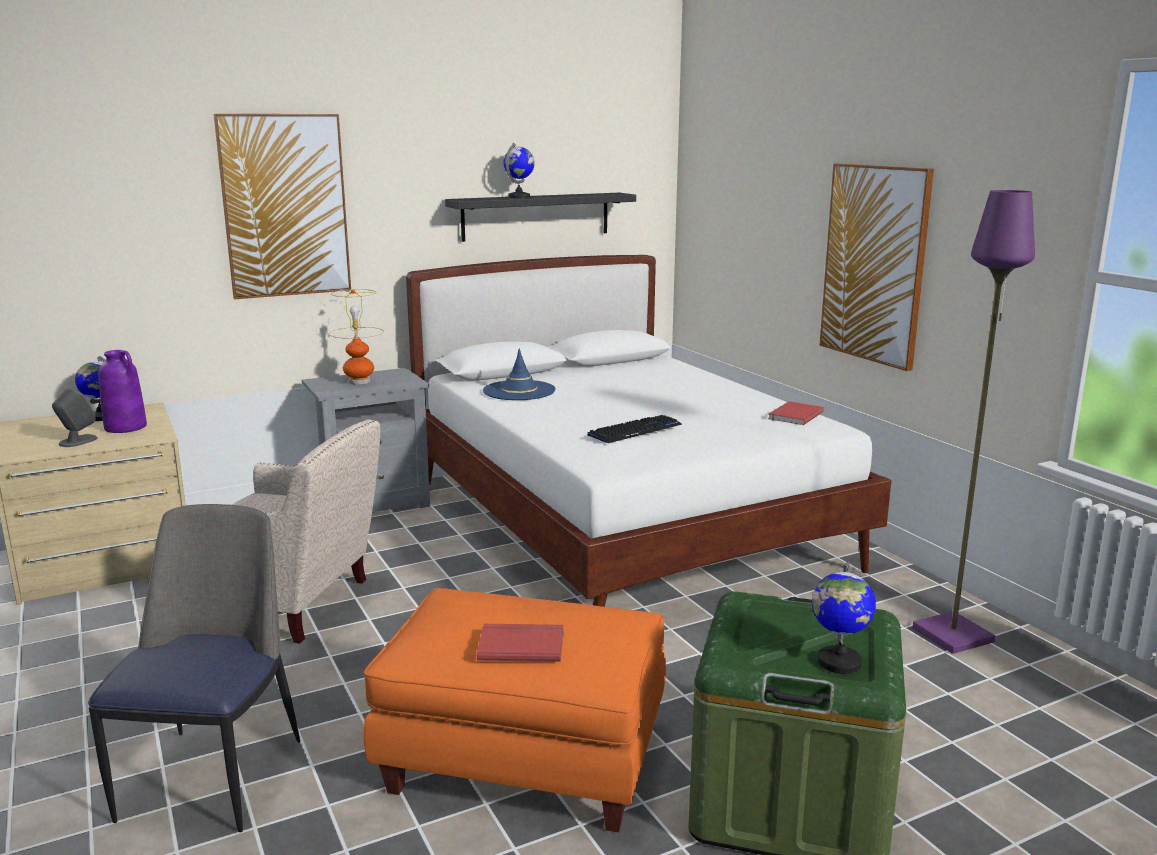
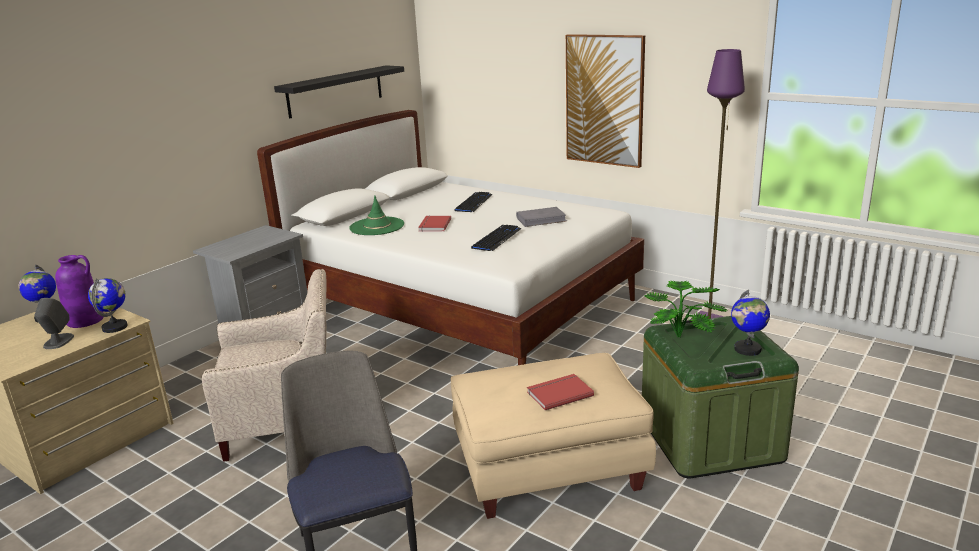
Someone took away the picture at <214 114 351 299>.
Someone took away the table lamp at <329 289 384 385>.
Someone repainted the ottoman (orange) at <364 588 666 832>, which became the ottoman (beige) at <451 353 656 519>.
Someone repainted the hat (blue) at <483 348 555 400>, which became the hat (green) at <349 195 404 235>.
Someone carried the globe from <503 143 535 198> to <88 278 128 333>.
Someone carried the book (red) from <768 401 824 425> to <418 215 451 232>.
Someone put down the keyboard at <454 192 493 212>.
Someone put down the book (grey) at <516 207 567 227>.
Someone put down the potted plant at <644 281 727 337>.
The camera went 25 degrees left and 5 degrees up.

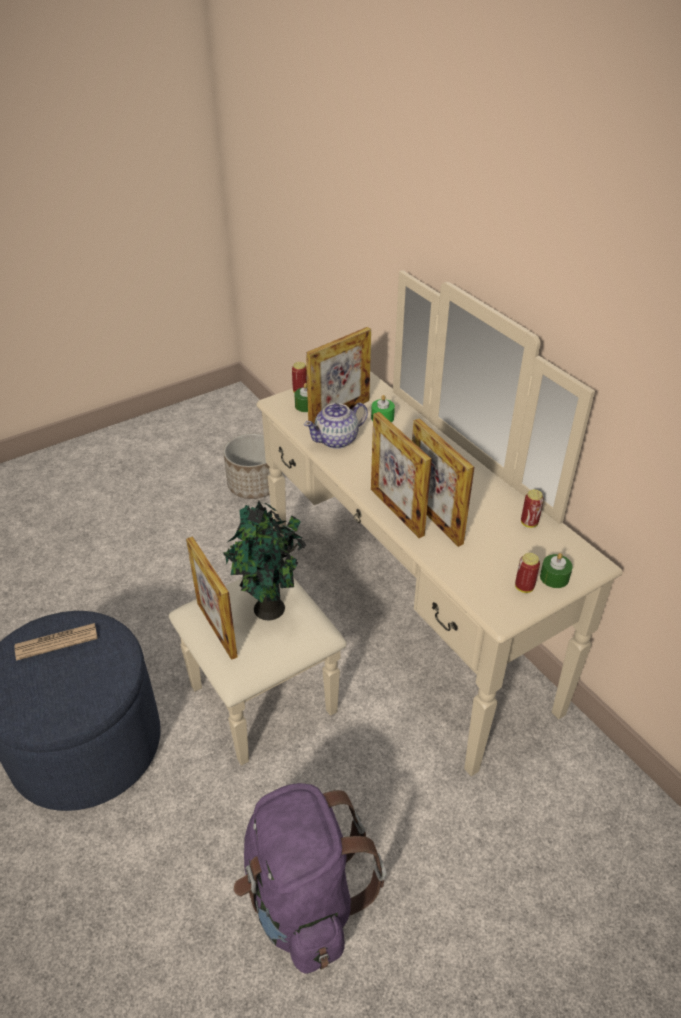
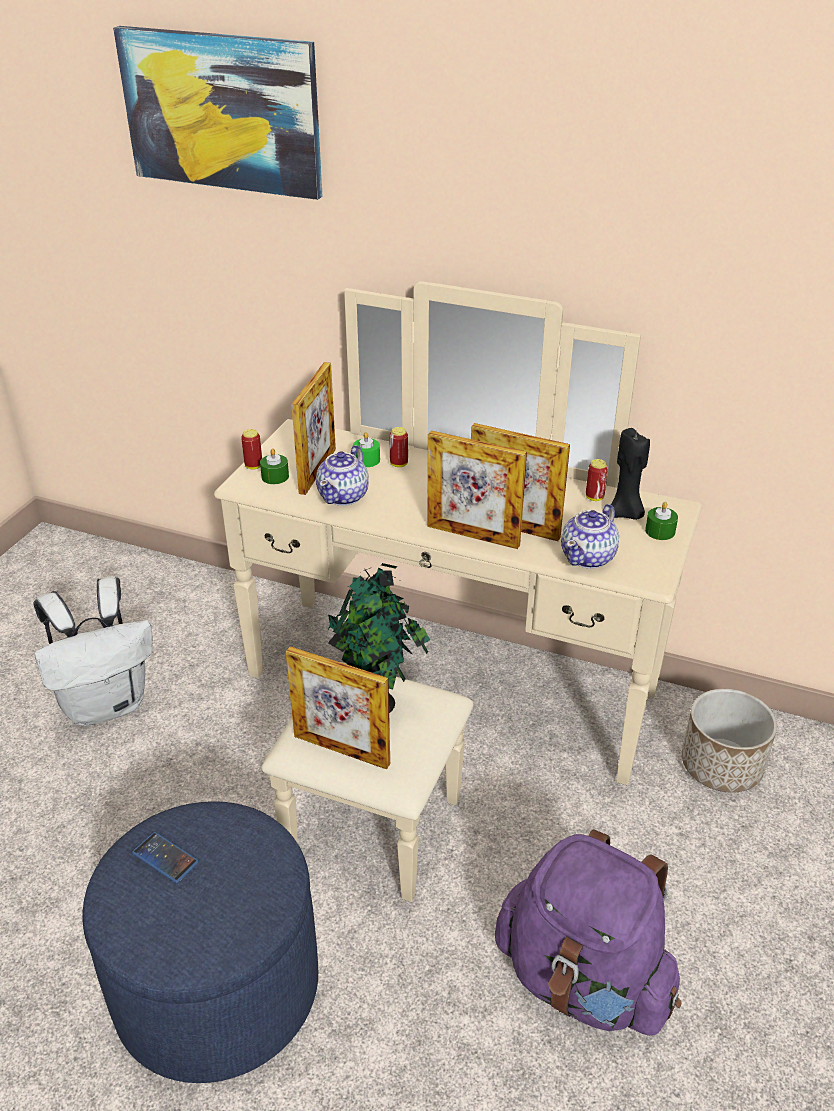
Someone swapped the newspaper at <15 623 98 661> for the phone at <132 832 199 883>.
Someone carried the planter from <223 433 270 499> to <682 689 777 793>.
Someone carried the can from <515 553 540 593> to <389 427 408 467>.
Someone put down the backpack (white) at <34 576 153 726>.
Someone put up the picture at <113 26 323 200>.
Someone put down the teapot at <561 504 619 569>.
Someone put down the candle (black) at <608 428 650 520>.
The camera went 35 degrees left and 5 degrees down.

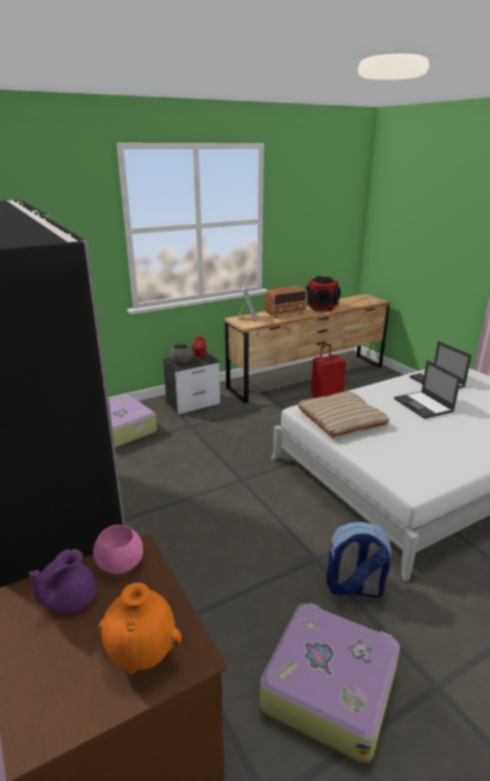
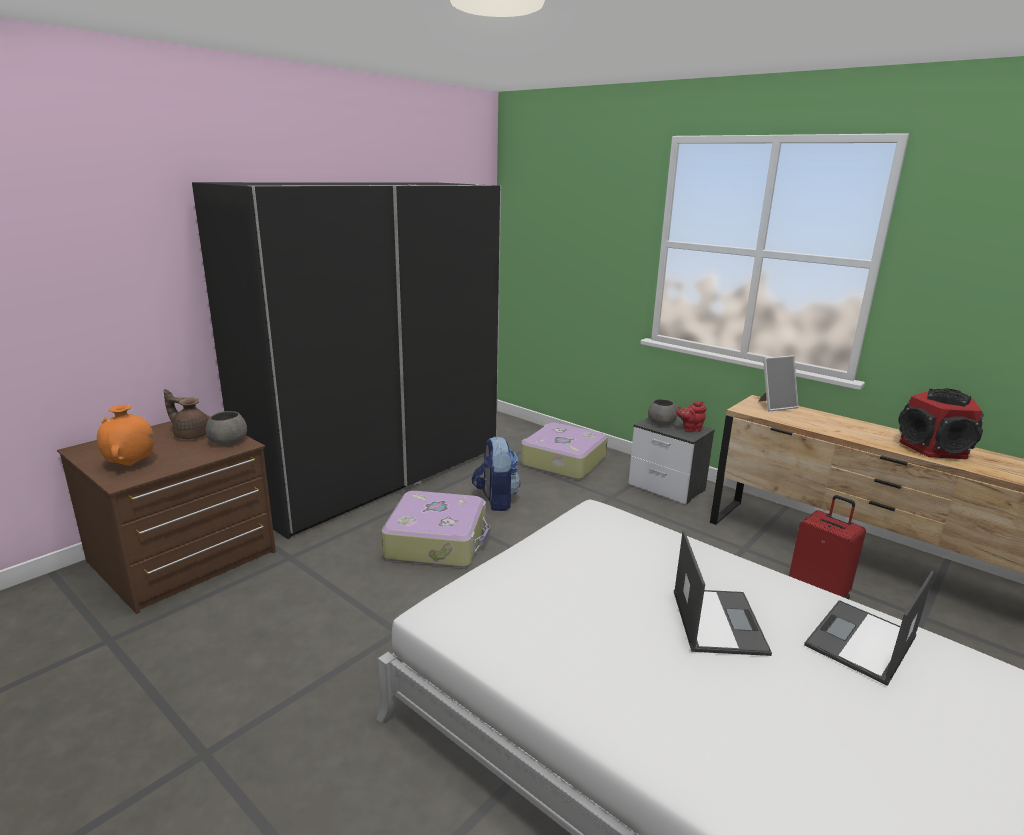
Someone repainted the teapot (purple) at <29 549 96 613>, which became the teapot (brown) at <164 389 208 439>.
Someone repainted the bowl (pink) at <93 525 143 574>, which became the bowl (grey) at <206 411 247 446>.
Someone carried the suitcase from <260 603 400 763> to <381 491 490 567>.
Someone took away the radio at <265 286 307 318>.
Someone took away the pillow (beige) at <298 391 389 438>.
Someone carried the backpack from <326 522 391 598> to <472 436 520 511>.
Someone rotated the laptop at <394 360 461 419> by 135 degrees clockwise.
The camera went 70 degrees right and 5 degrees down.

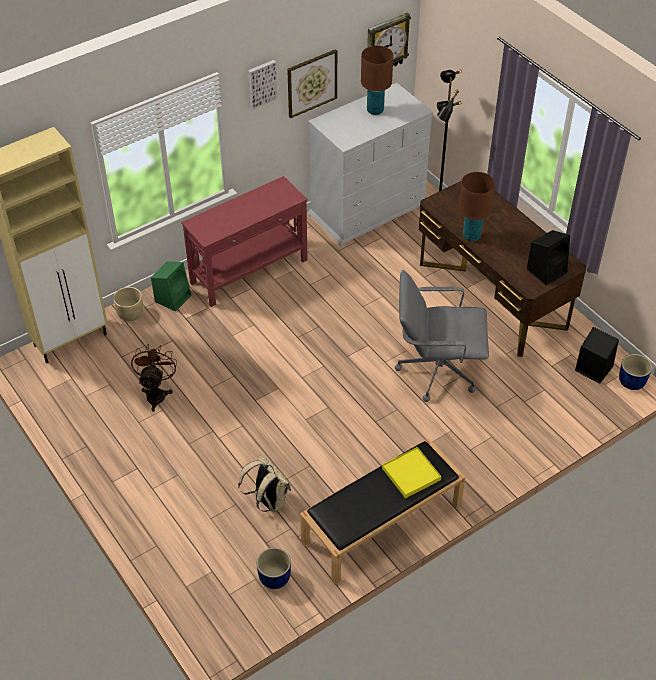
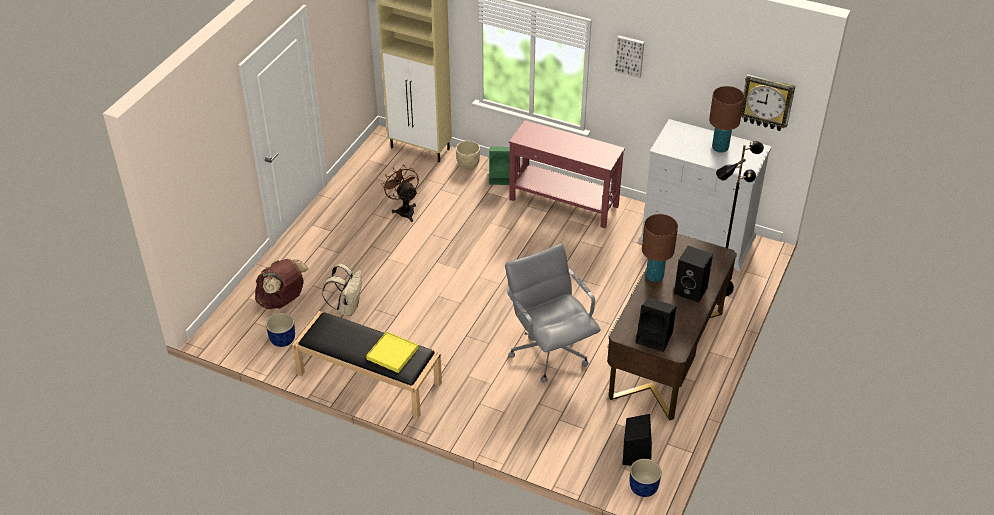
Someone rotated the fan (brown) at <131 344 177 412> by 90 degrees counterclockwise.
Someone took away the picture at <287 49 337 118>.
Someone put down the backpack (brown) at <255 259 308 309>.
Someone put down the speaker (black) at <674 246 713 303>.
The camera went 60 degrees right and 5 degrees down.

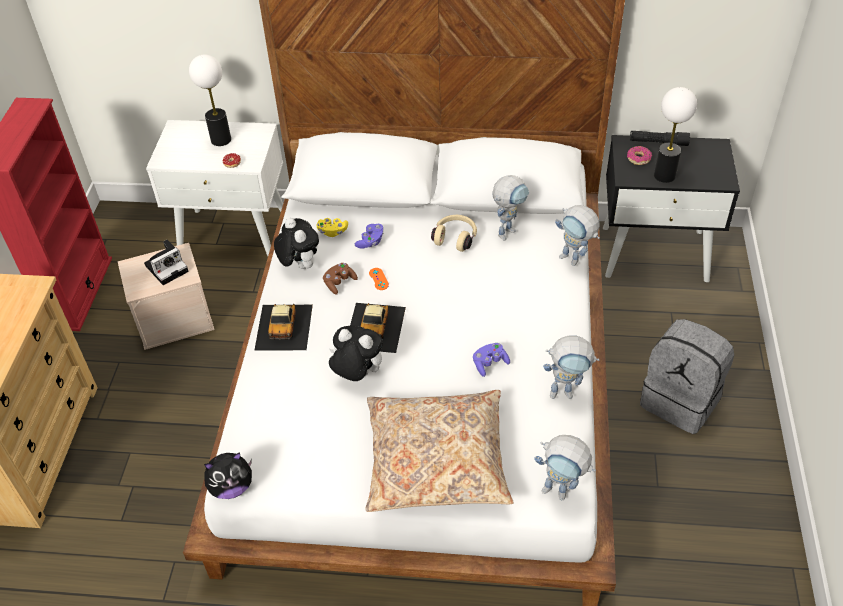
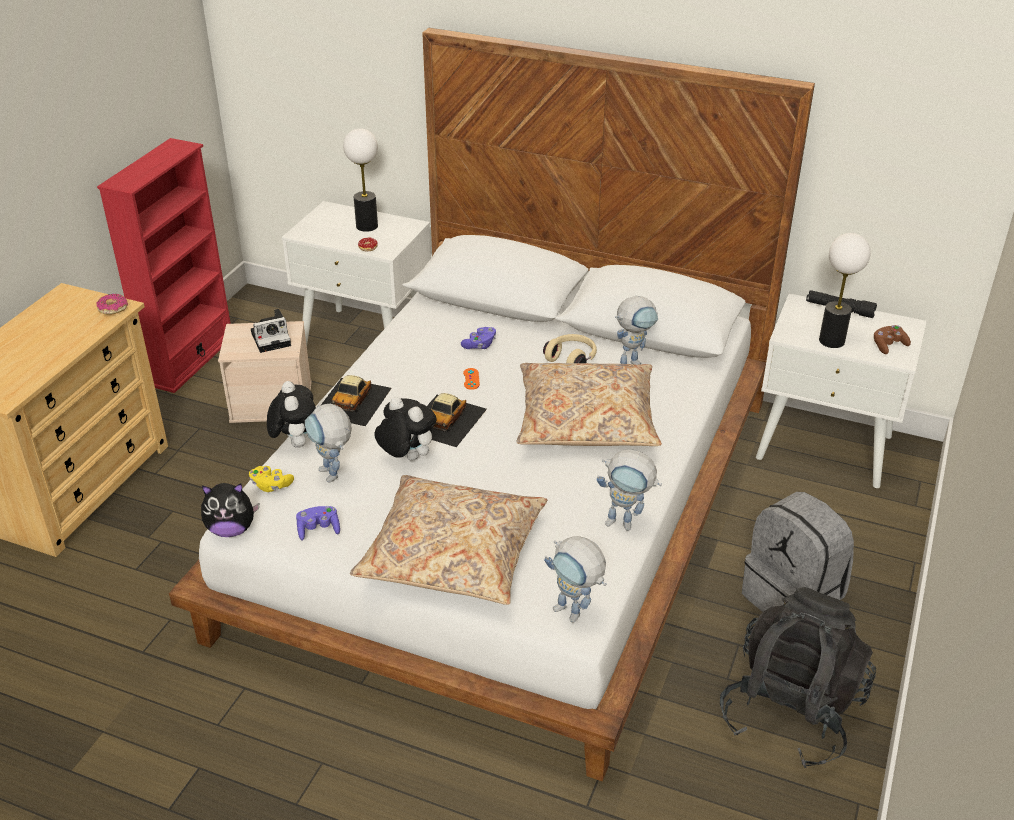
Someone carried the plush toy from <274 218 319 269> to <267 381 316 448>.
Someone carried the game controller (yellow) from <317 218 348 237> to <249 466 294 492>.
Someone carried the game controller (brown) from <323 263 358 295> to <874 325 911 354>.
Someone carried the game controller (purple) from <473 343 510 377> to <296 506 340 541>.
Someone carried the toy robot from <555 205 600 266> to <305 404 352 483>.
Someone repainted the nightstand (black) at <603 135 740 282>, which became the nightstand (white) at <756 293 927 488>.
Someone carried the donut from <627 146 652 165> to <97 294 128 315>.
Someone put down the pillow (beige) at <517 363 662 446>.
Someone put down the backpack (black) at <720 587 876 768>.
The camera went 15 degrees right and 10 degrees down.

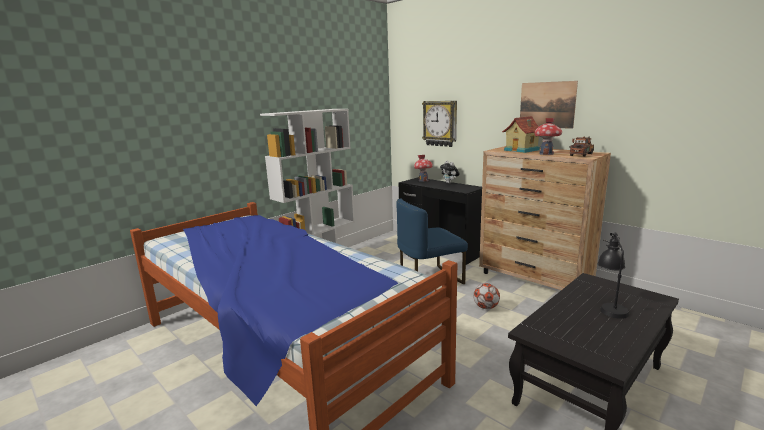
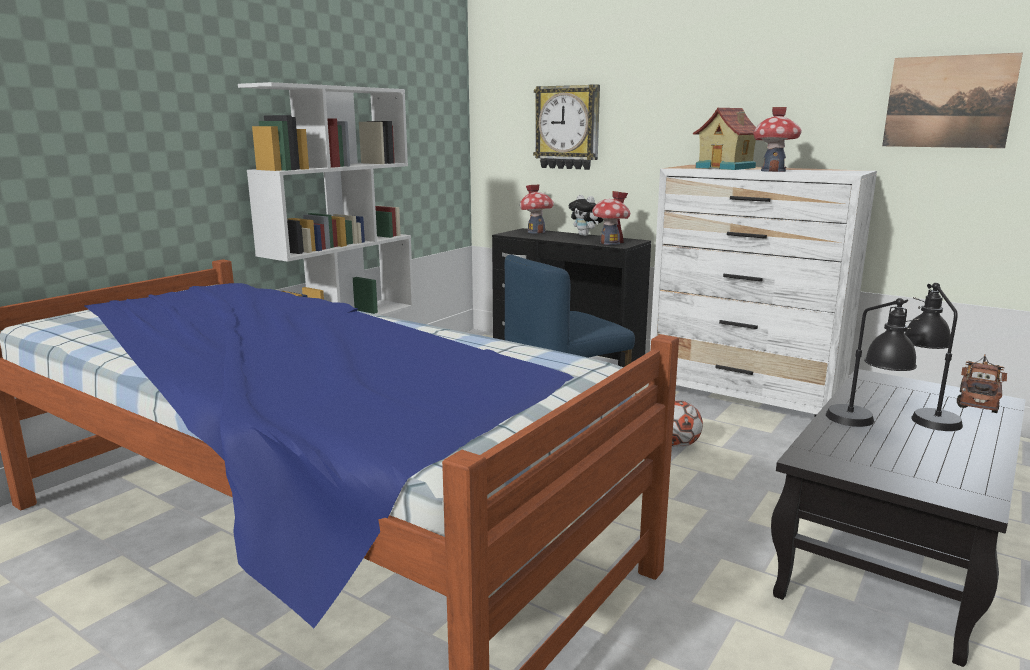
Someone repainted the dresser (brown) at <479 146 611 290>, which became the dresser (white) at <650 165 877 416>.
Someone carried the picture from <520 81 578 129> to <882 53 1023 148>.
Someone carried the toy truck from <569 136 594 157> to <957 354 1007 413>.
Someone put down the toy house at <592 191 630 245>.
Someone put down the table lamp (black) at <826 298 920 427>.
The camera went 10 degrees left and 0 degrees up.

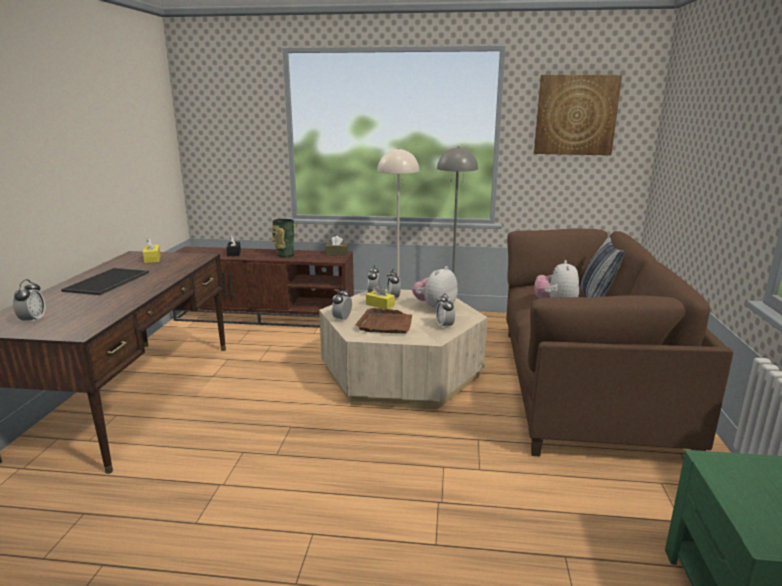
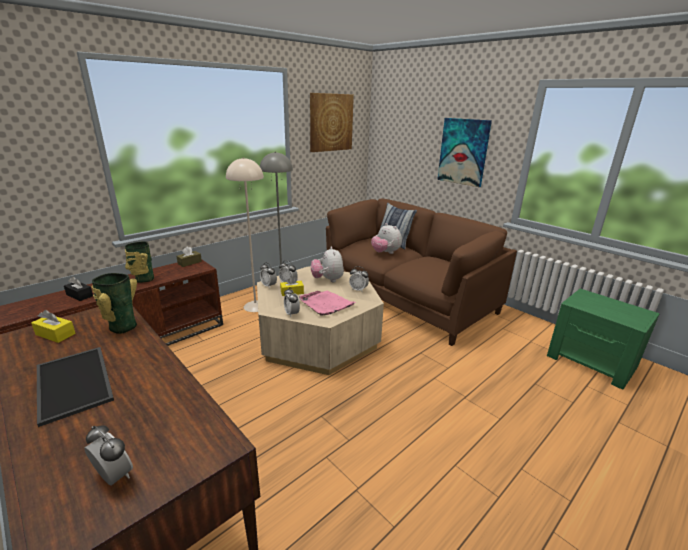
Someone repainted the tray (brown) at <355 308 412 334>, which became the tray (pink) at <299 290 357 316>.
Someone put down the vase at <92 273 137 334>.
Someone put up the picture at <437 118 492 187>.
The camera went 50 degrees left and 5 degrees up.

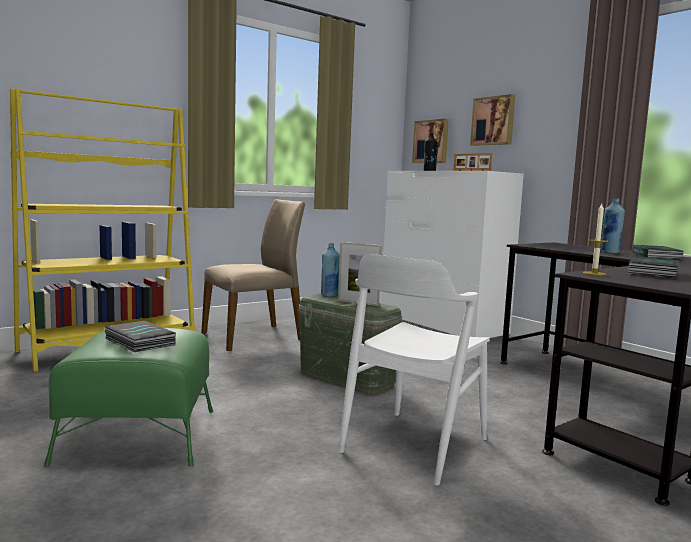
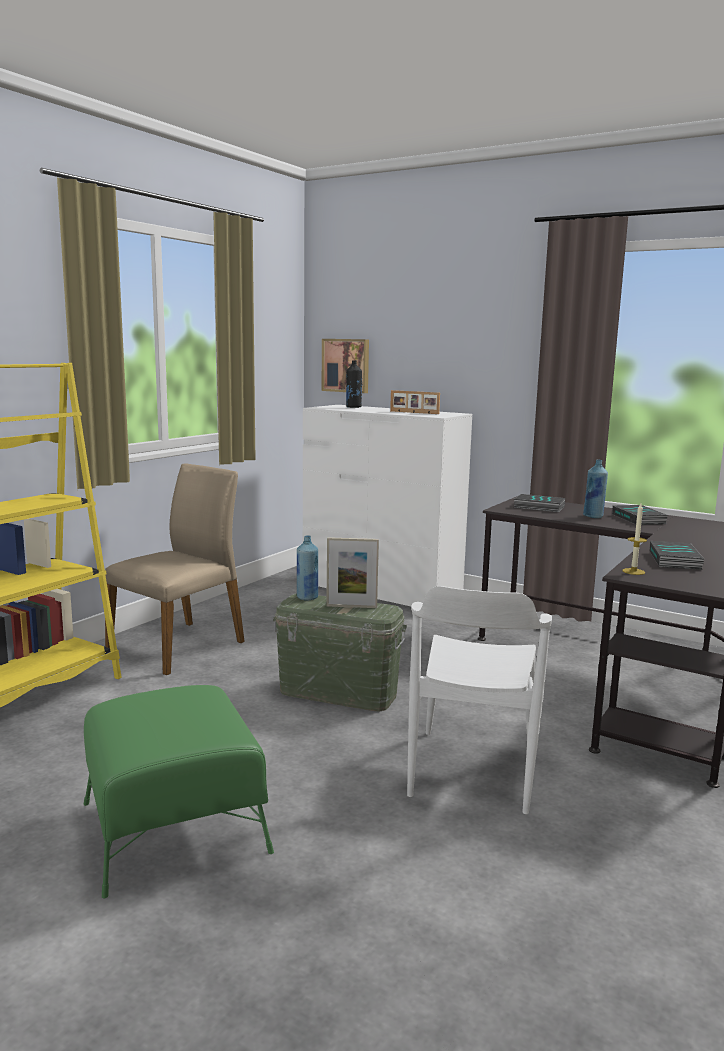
Someone carried the book from <104 321 176 352> to <514 494 565 512>.
Someone took away the picture at <470 94 515 146>.
The camera went 20 degrees left and 5 degrees up.

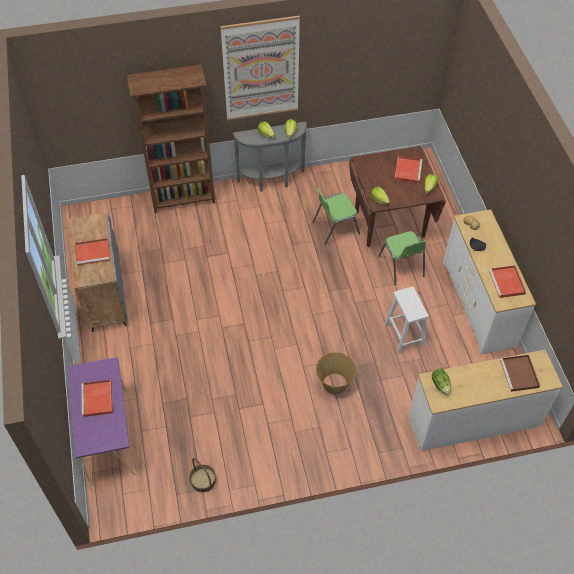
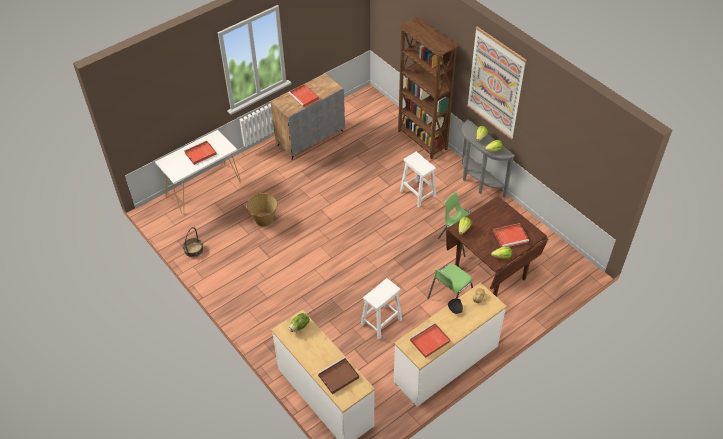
Someone repainted the console table (purple) at <67 357 137 484>, which became the console table (white) at <155 130 241 214>.
Someone carried the basket from <316 352 356 394> to <246 193 278 227>.
Someone put down the stool (white) at <400 152 436 207>.
The camera went 65 degrees right and 5 degrees down.

